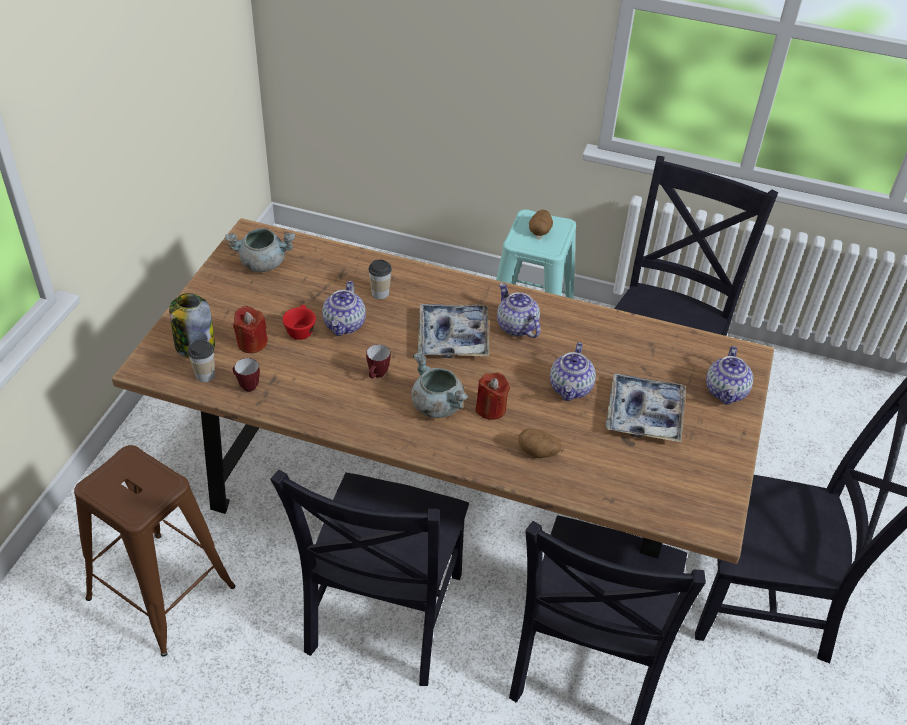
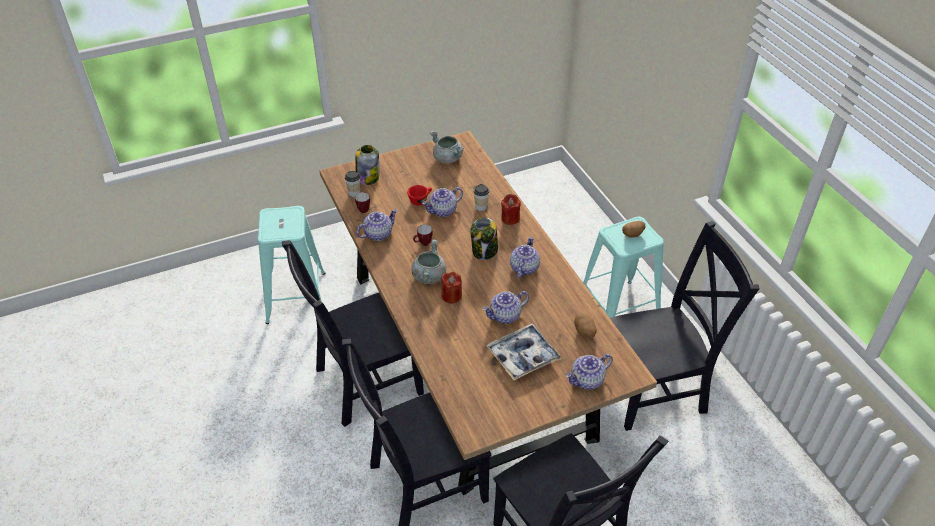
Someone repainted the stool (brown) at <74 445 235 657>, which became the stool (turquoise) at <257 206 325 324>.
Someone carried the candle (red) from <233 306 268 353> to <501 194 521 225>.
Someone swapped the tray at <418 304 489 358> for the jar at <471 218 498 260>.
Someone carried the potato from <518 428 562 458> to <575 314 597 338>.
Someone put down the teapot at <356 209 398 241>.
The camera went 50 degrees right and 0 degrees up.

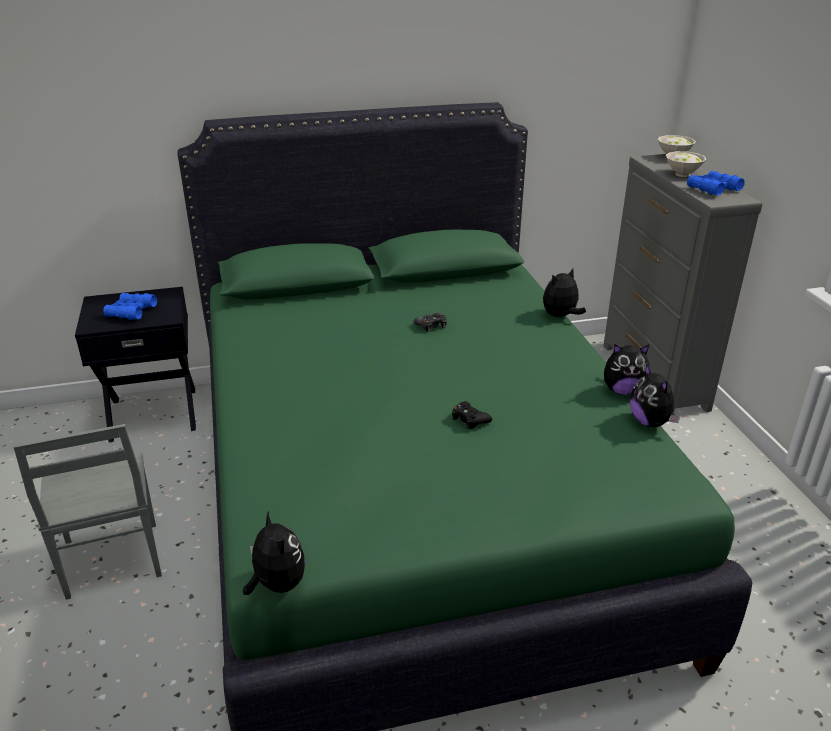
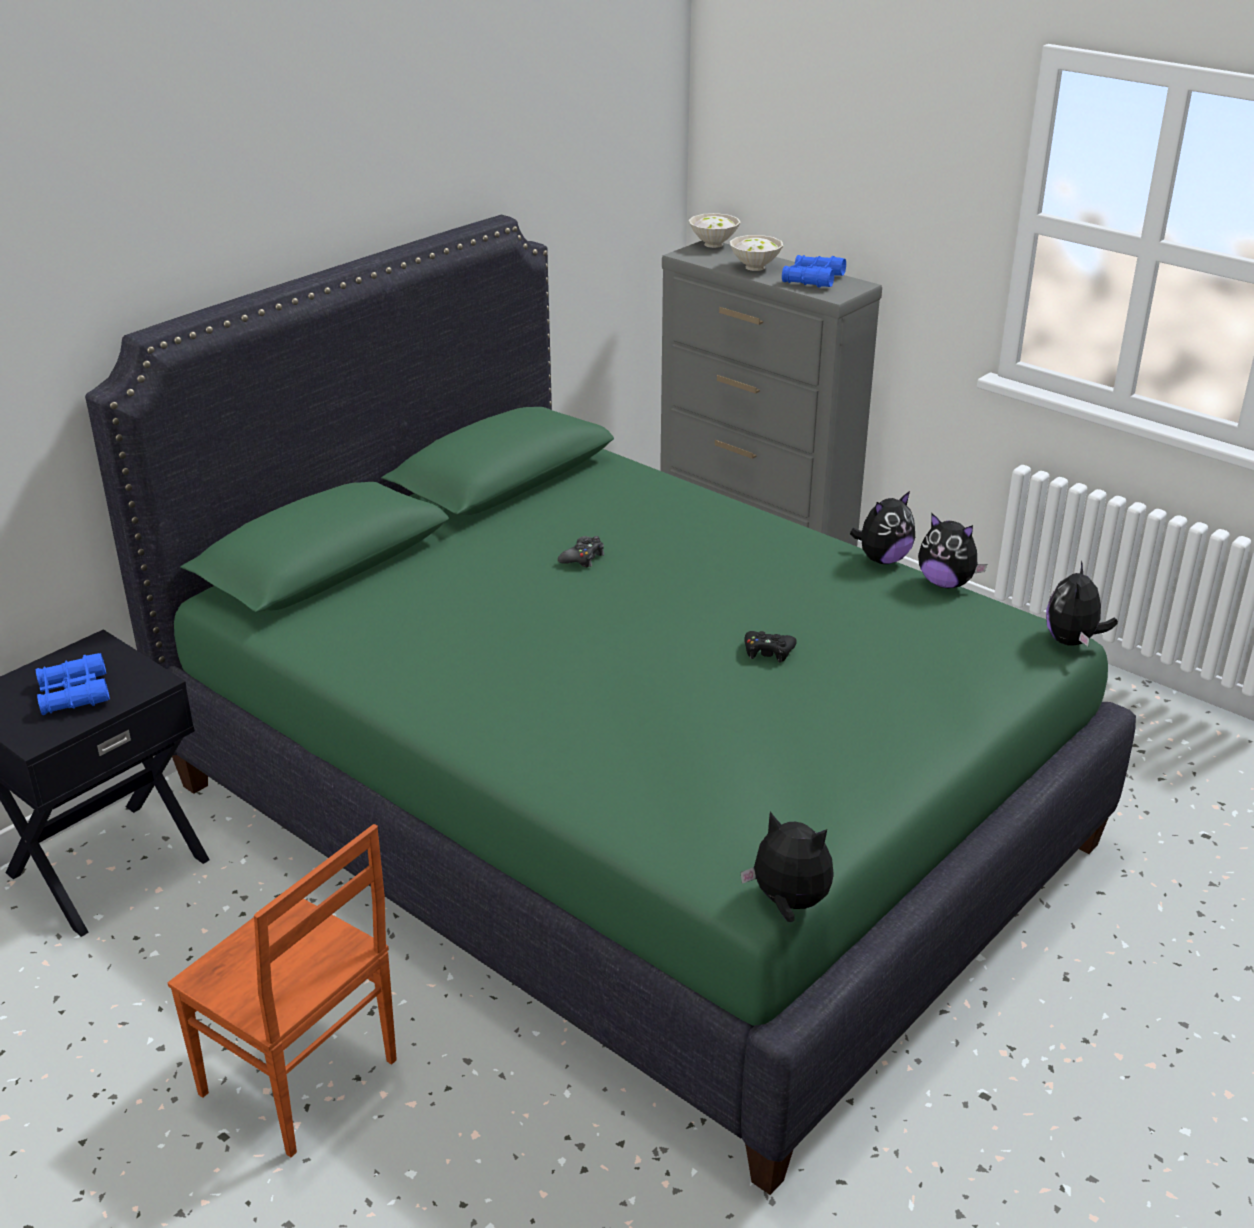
Someone repainted the chair (grey) at <13 424 162 600>, which became the chair (brown) at <168 824 397 1157>.
Someone carried the plush toy from <543 268 586 317> to <1046 561 1118 646>.
The camera went 35 degrees left and 0 degrees up.

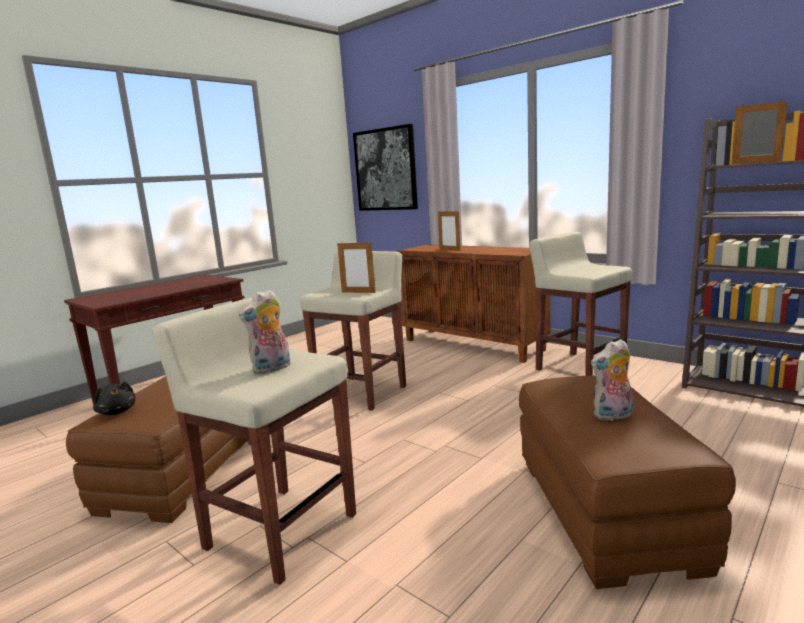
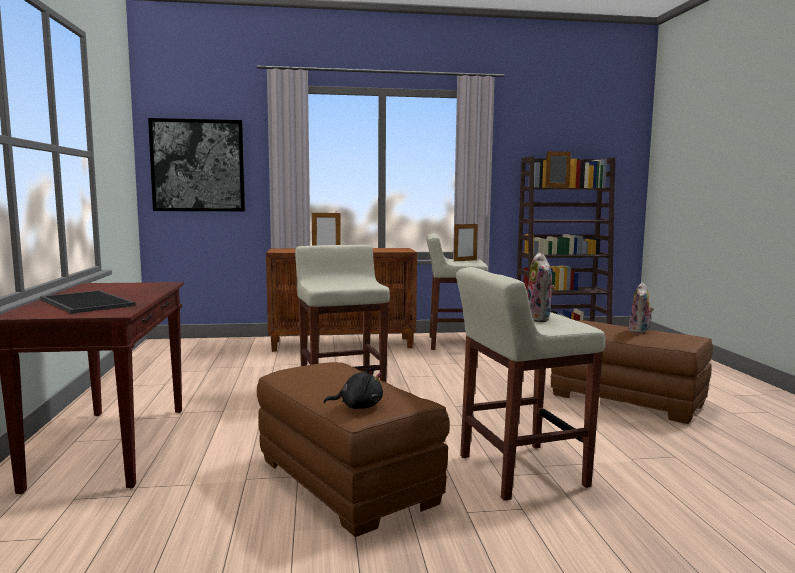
Someone carried the picture frame from <337 241 376 293> to <454 223 478 261>.
Someone put down the tray at <40 290 135 314>.
The camera went 50 degrees left and 5 degrees down.

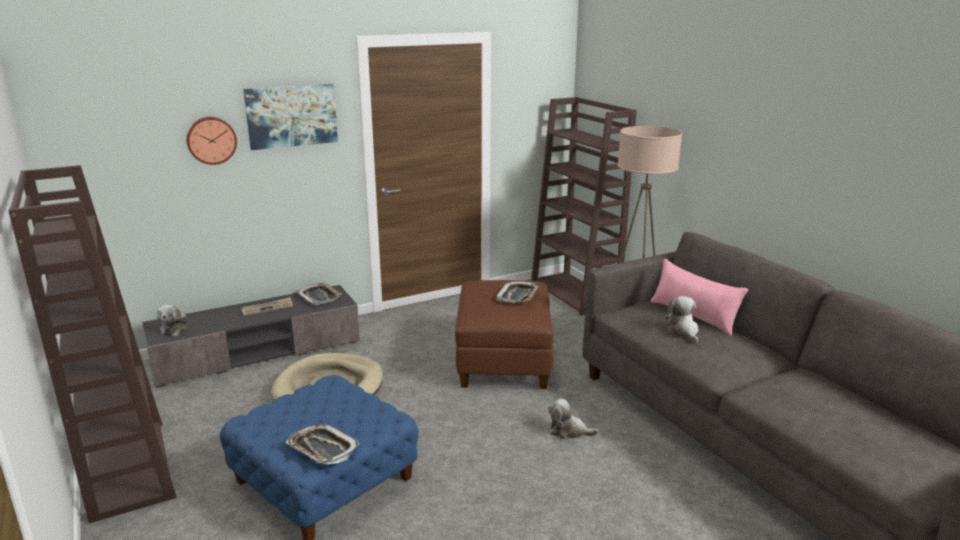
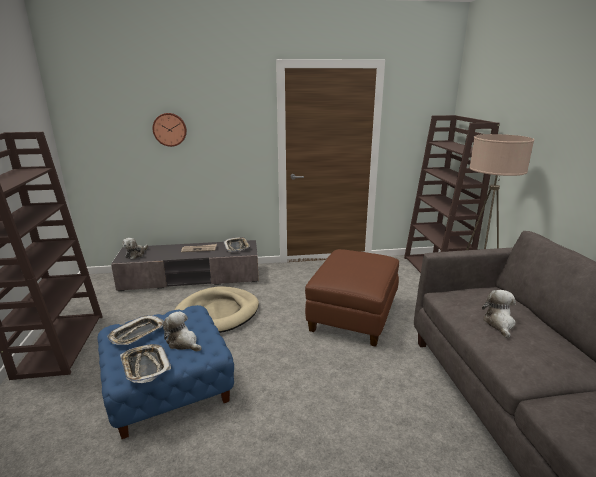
Someone took away the picture at <243 84 338 150>.
Someone carried the tray from <496 281 539 303> to <107 315 164 345>.
Someone carried the plush toy from <548 398 599 439> to <163 311 202 352>.
Someone took away the pillow (pink) at <651 259 748 336>.
The camera went 20 degrees right and 0 degrees up.

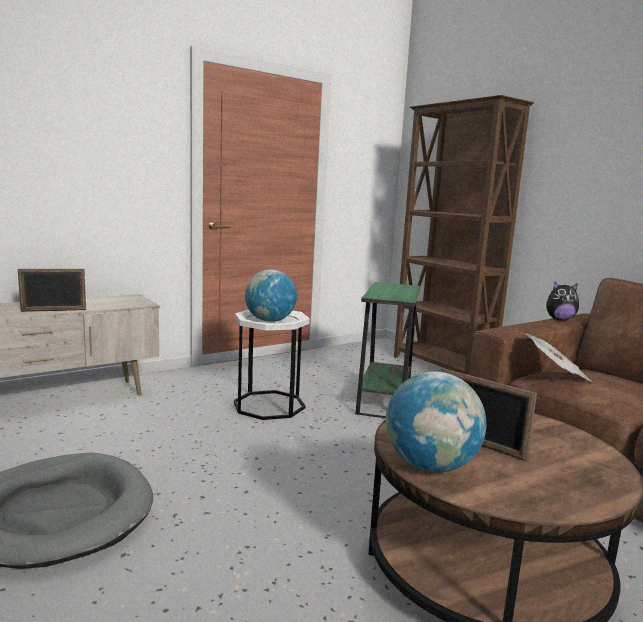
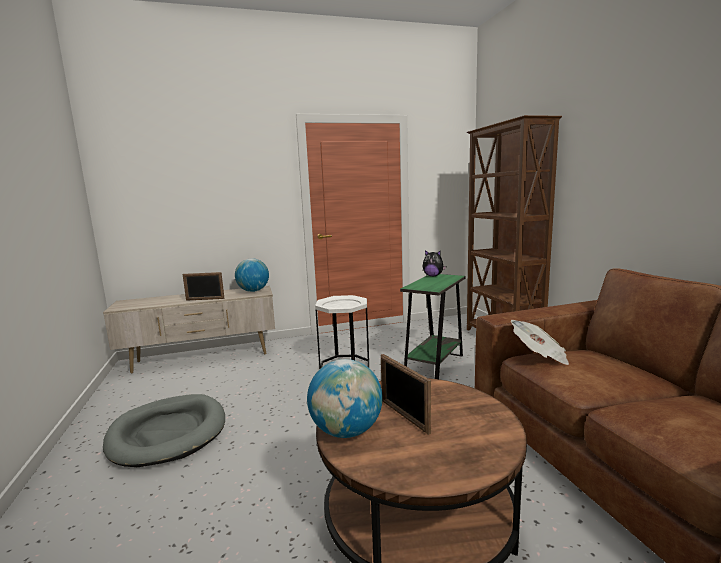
Someone carried the globe from <245 269 297 322> to <235 258 269 292>.
Someone carried the plush toy from <546 282 579 321> to <423 250 446 276>.
The camera went 20 degrees right and 0 degrees up.

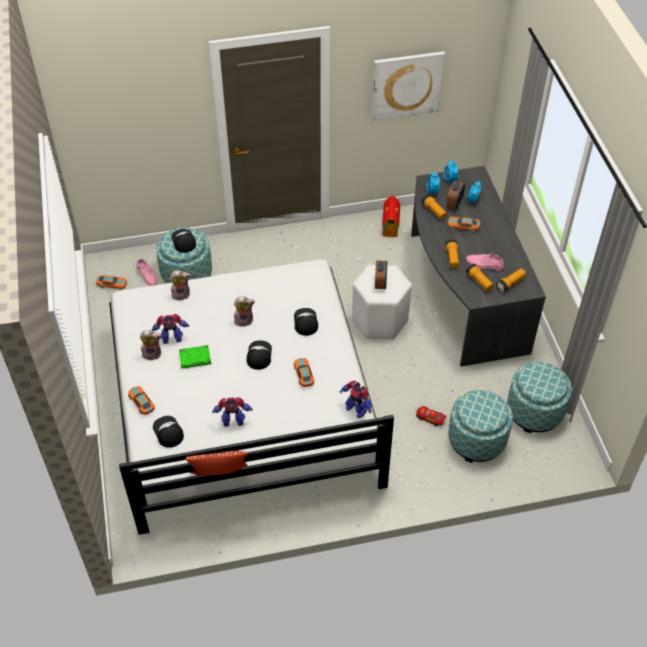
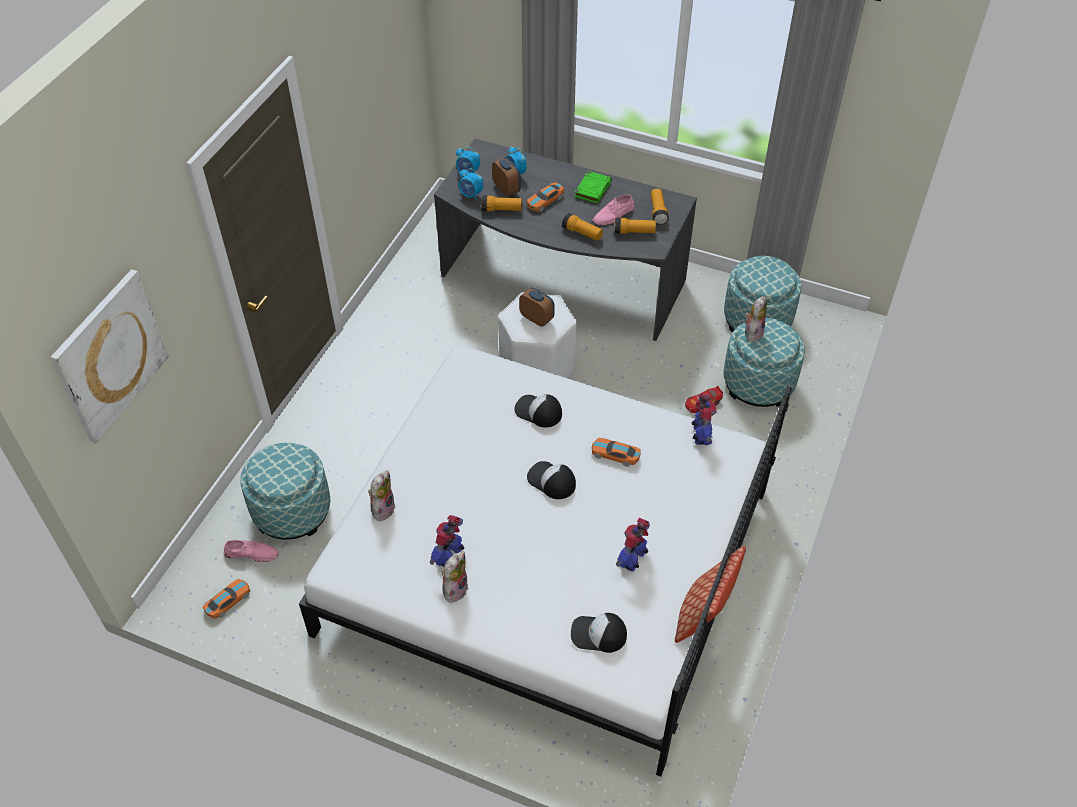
Someone took away the toy car at <128 386 155 415>.
Someone took away the cap at <171 229 196 253>.
Someone carried the book (green) from <179 345 211 369> to <575 171 612 203>.
Someone carried the plush toy from <234 296 255 327> to <745 296 767 342>.
Someone rotated the toy robot at <340 381 372 418> by 75 degrees counterclockwise.
Someone carried the picture from <371 51 445 121> to <50 269 169 443>.
Someone took away the toy house at <382 196 400 237>.
The camera went 55 degrees left and 0 degrees up.

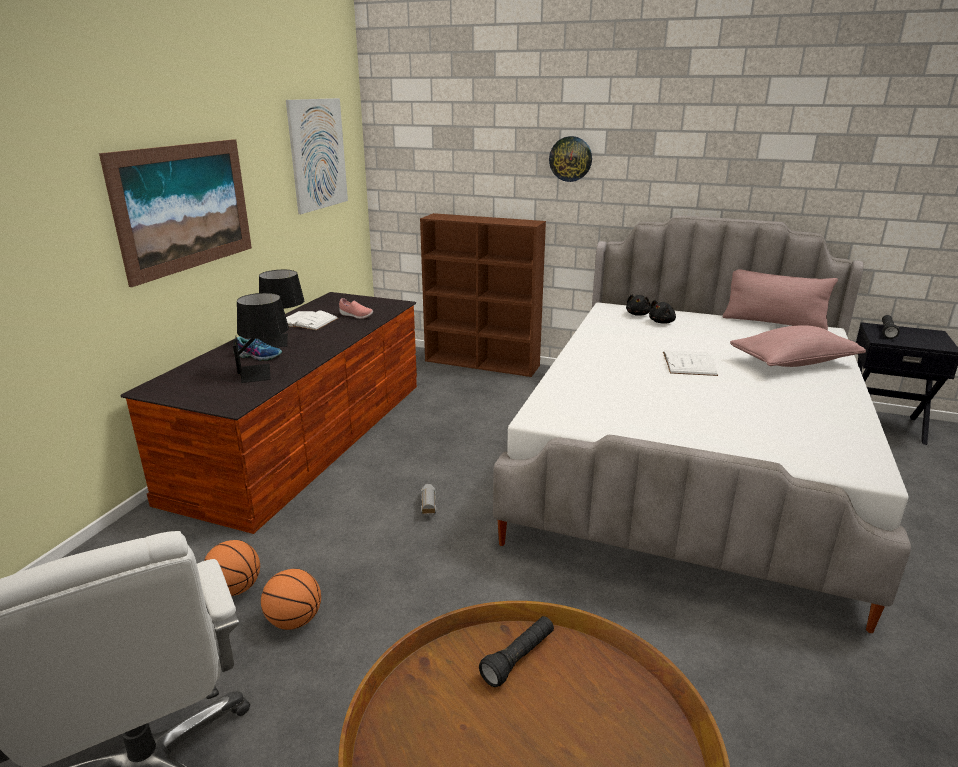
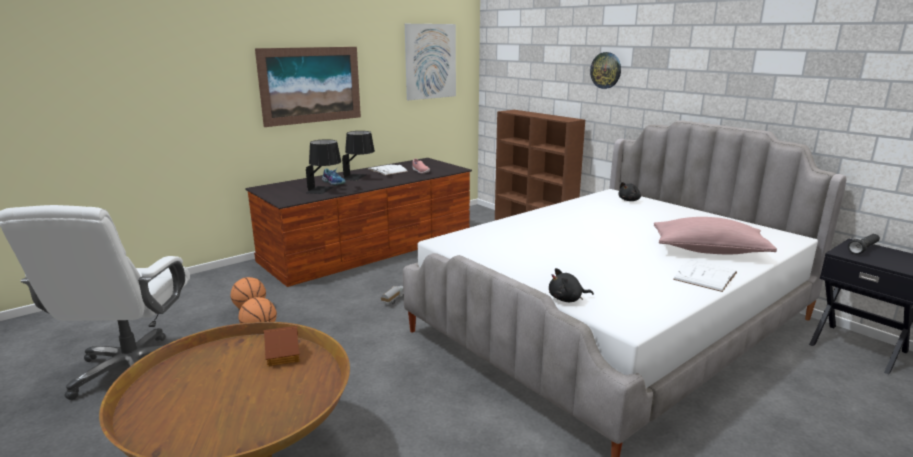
Someone swapped the flashlight (black) at <479 616 554 687> for the toy house at <263 326 300 366>.
Someone carried the plush toy (black) from <649 300 676 323> to <549 268 594 302>.
Someone carried the book (white) from <663 351 718 376> to <673 260 737 292>.
Someone took away the pillow (pink) at <723 269 838 330>.
The camera went 30 degrees right and 5 degrees down.

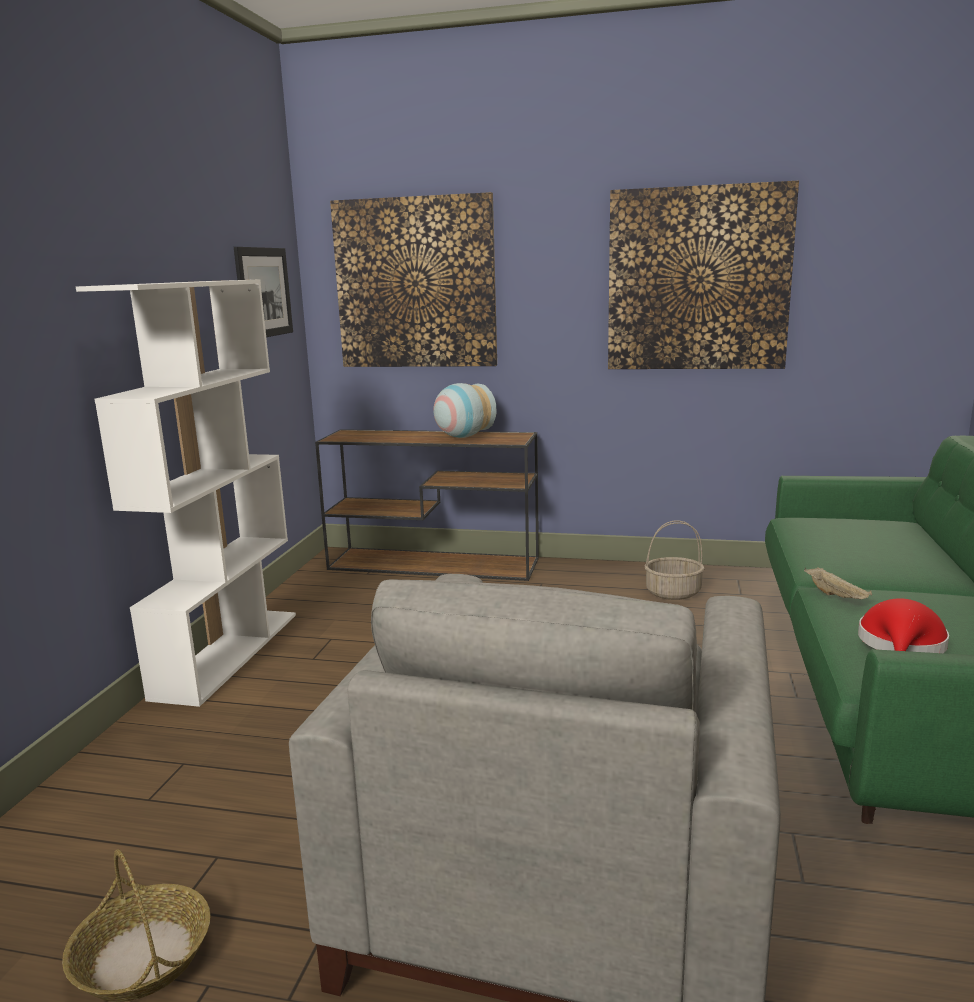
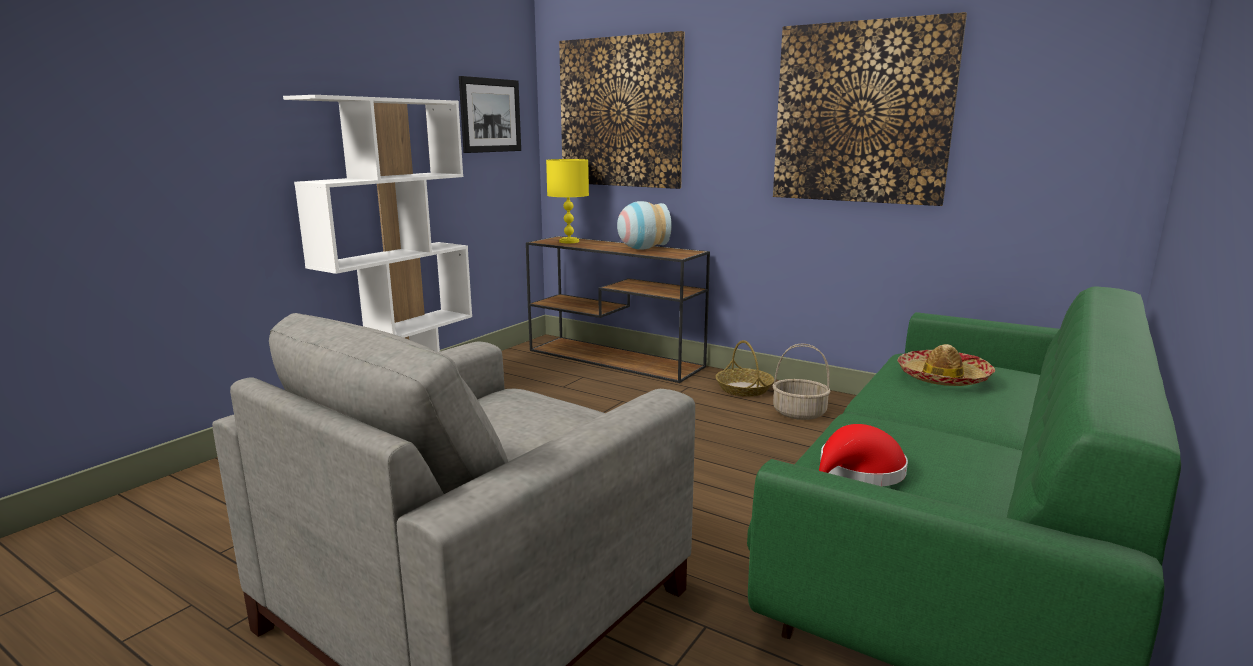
Someone carried the basket from <62 849 211 1002> to <715 340 774 397>.
Someone took away the tray (beige) at <804 567 872 599>.
Someone put down the table lamp (yellow) at <546 159 589 243>.
Someone put down the hat at <898 344 995 386>.
The camera went 20 degrees right and 0 degrees up.

